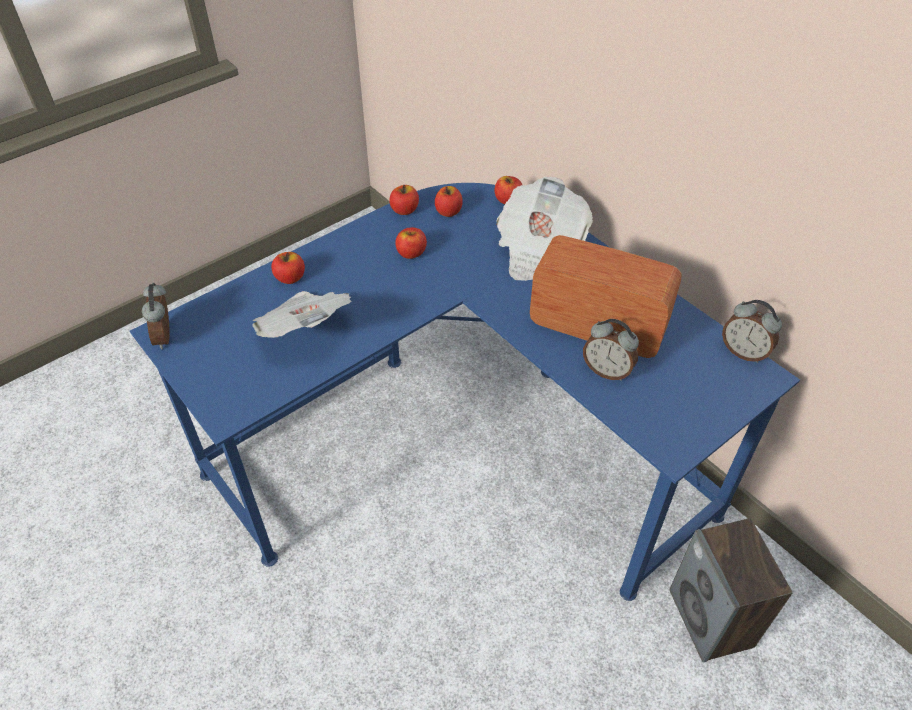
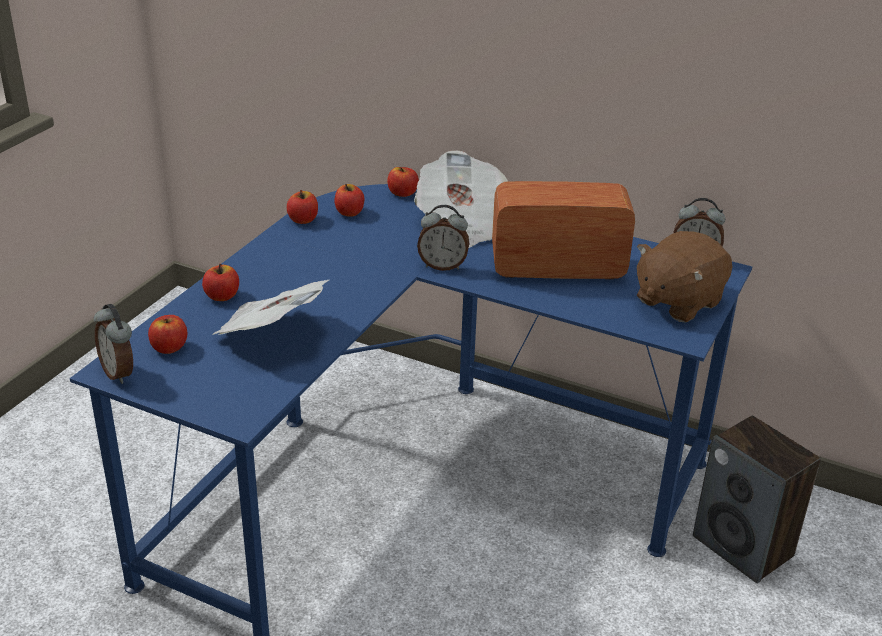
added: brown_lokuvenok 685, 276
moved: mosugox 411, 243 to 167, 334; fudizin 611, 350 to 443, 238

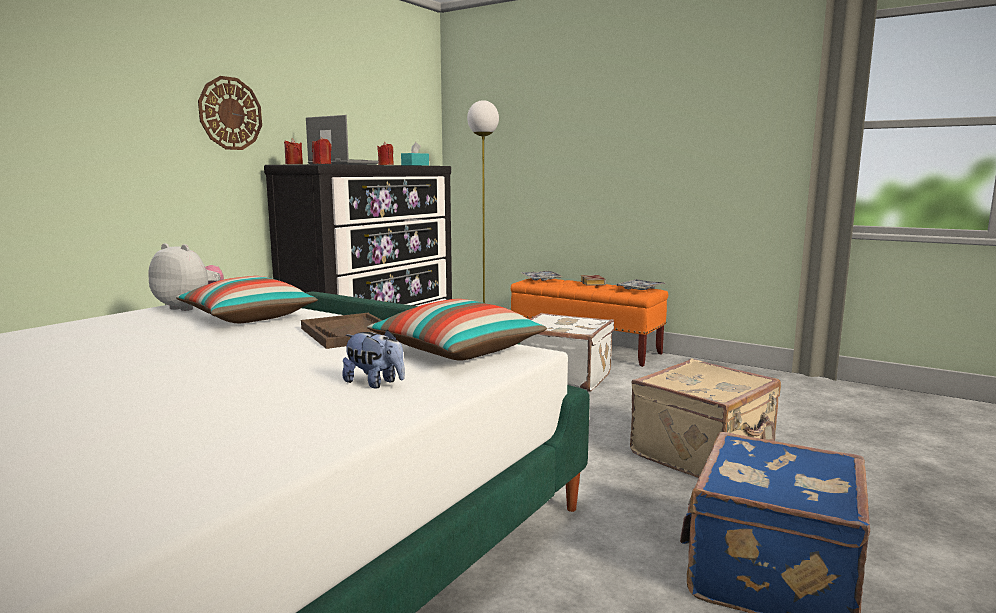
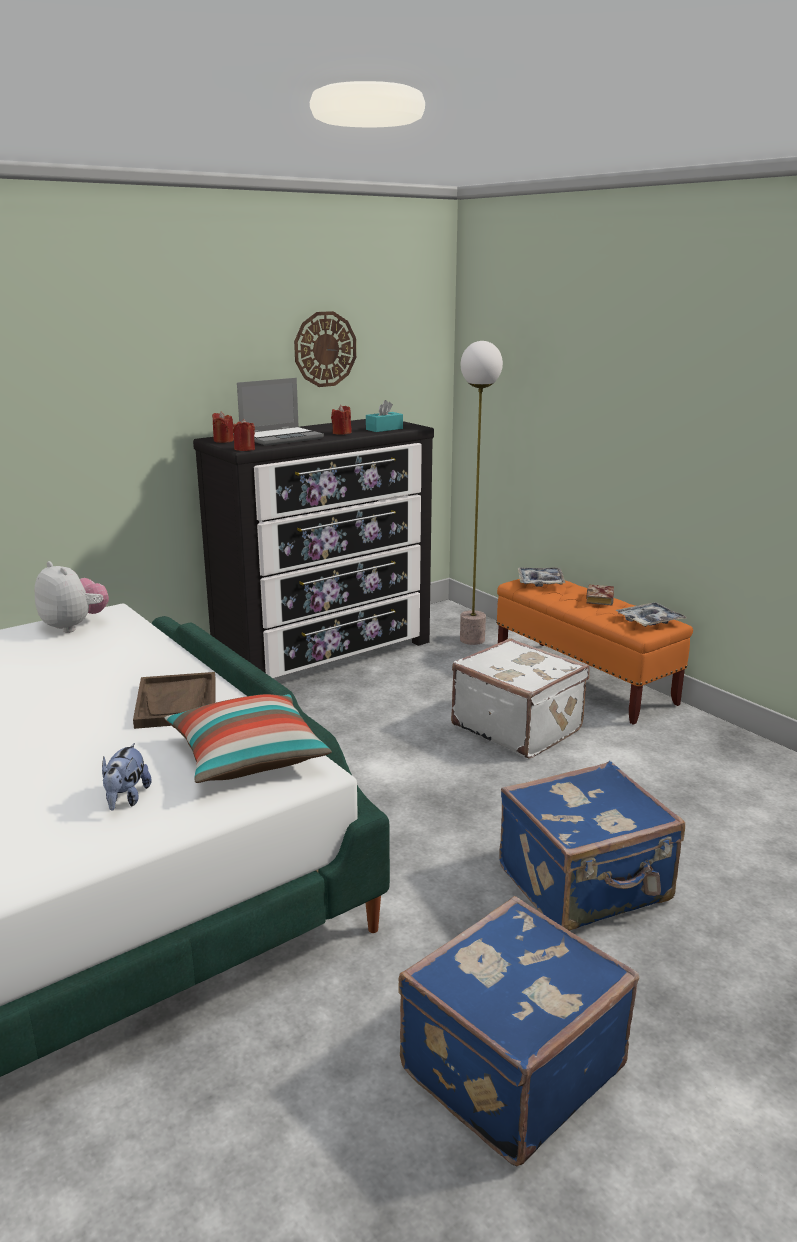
removed: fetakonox 247, 299
moved: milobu 230, 113 to 325, 349
recoloured: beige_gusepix 705, 418 to blue_gusepix 592, 846
turned: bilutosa 342, 140 = 280, 412 90 degrees clockwise; lokuvenok 374, 359 = 127, 777 45 degrees clockwise

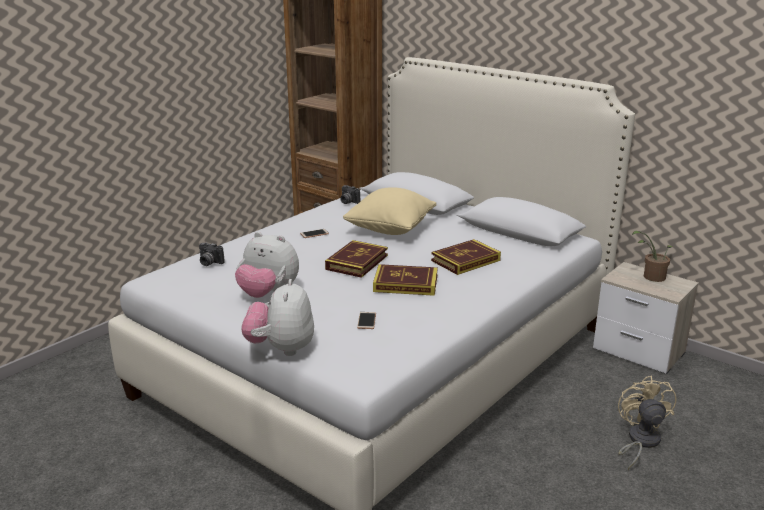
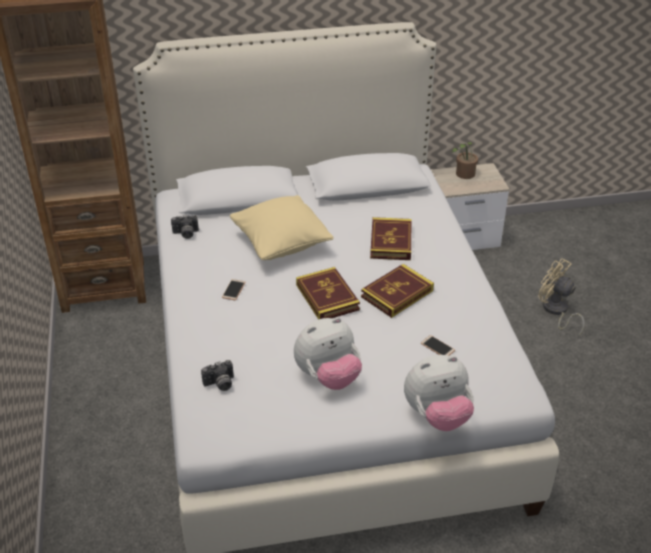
turned: lokuvenok 277, 317 = 439, 393 60 degrees counterclockwise

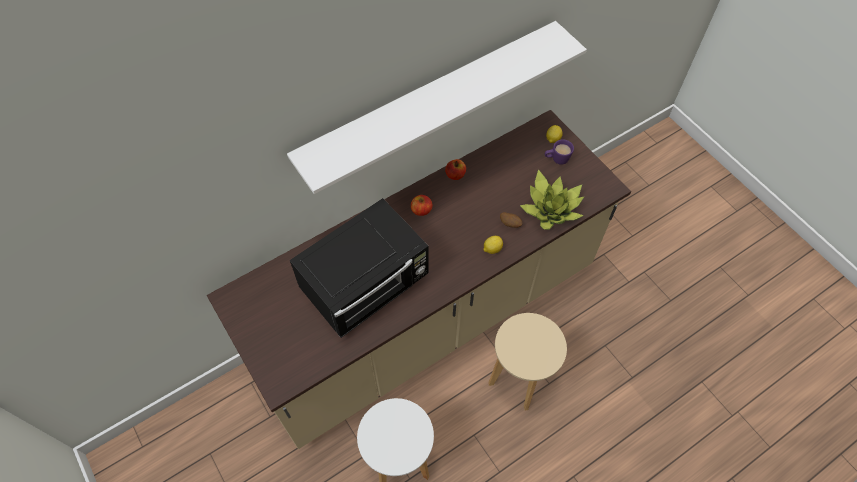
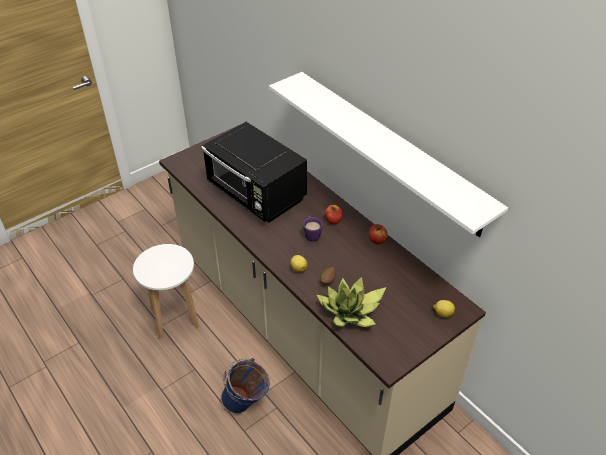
moved: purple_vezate 559, 152 to 313, 228
replaced: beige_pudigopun 527, 361 to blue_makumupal 245, 386

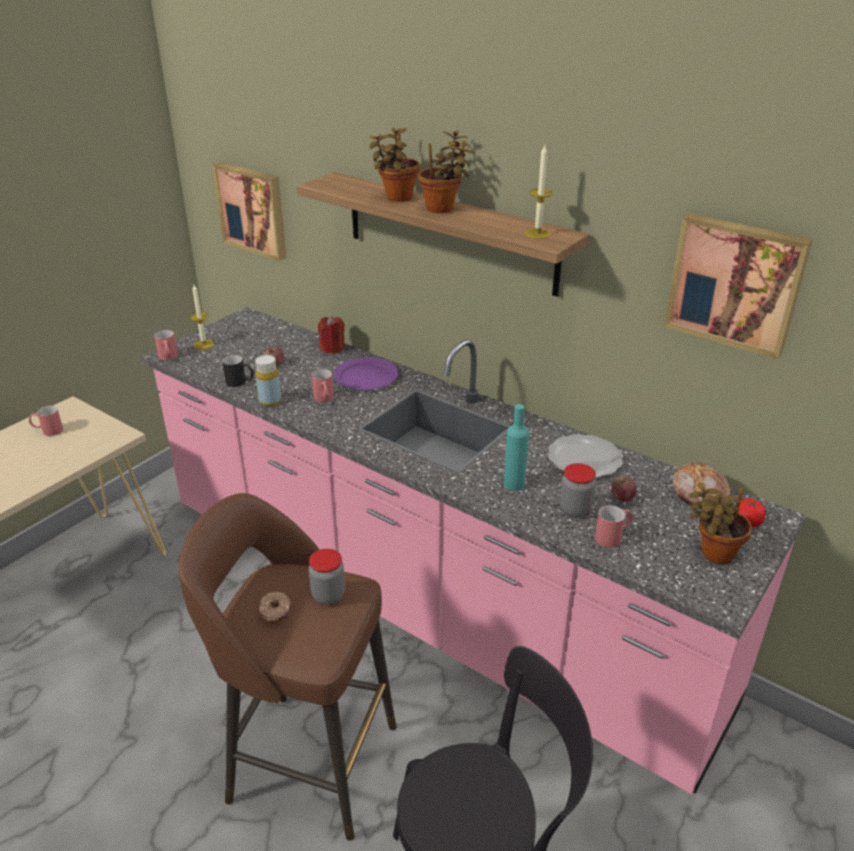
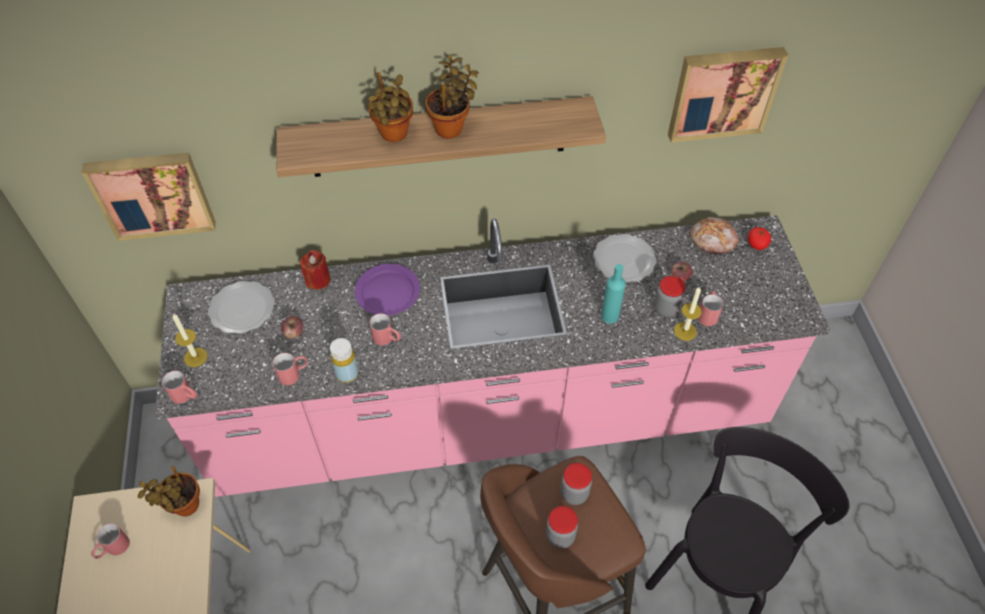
added: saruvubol 241, 307
moved: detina 538, 192 to 688, 313; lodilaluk 720, 523 to 169, 491
replaced: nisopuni 275, 608 to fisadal 562, 527
recoloured: black_vezate 238, 371 to red_vezate 290, 369

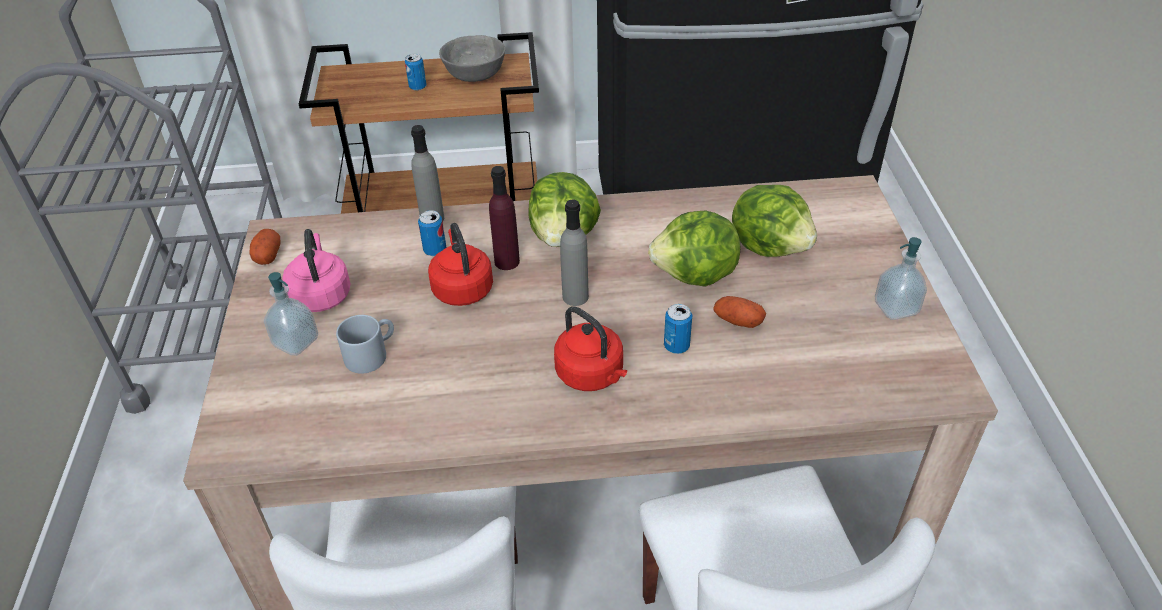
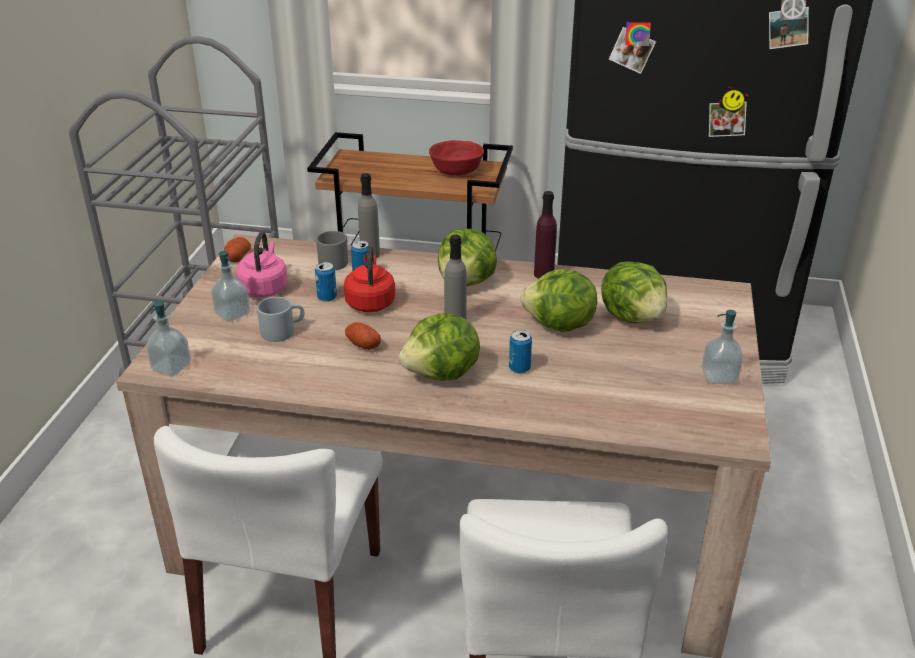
added: grey_vezate 332, 250; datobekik 168, 338
moved: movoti 416, 72 to 326, 282; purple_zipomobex 504, 218 to 545, 235; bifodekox 739, 312 to 363, 336
replaced: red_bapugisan 590, 348 to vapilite 439, 347
recoloured: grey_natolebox 472, 58 to red_natolebox 456, 158

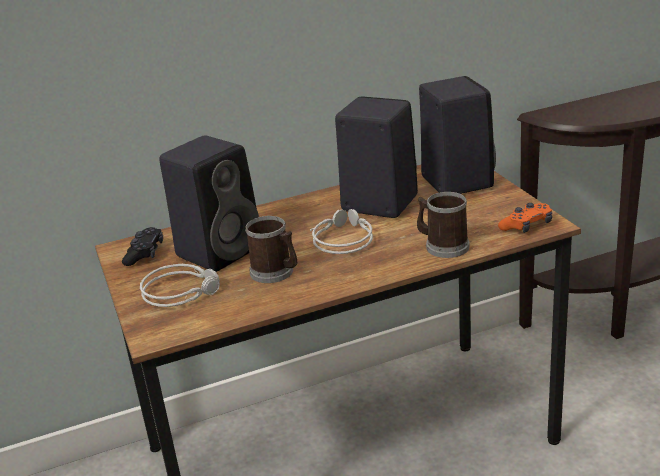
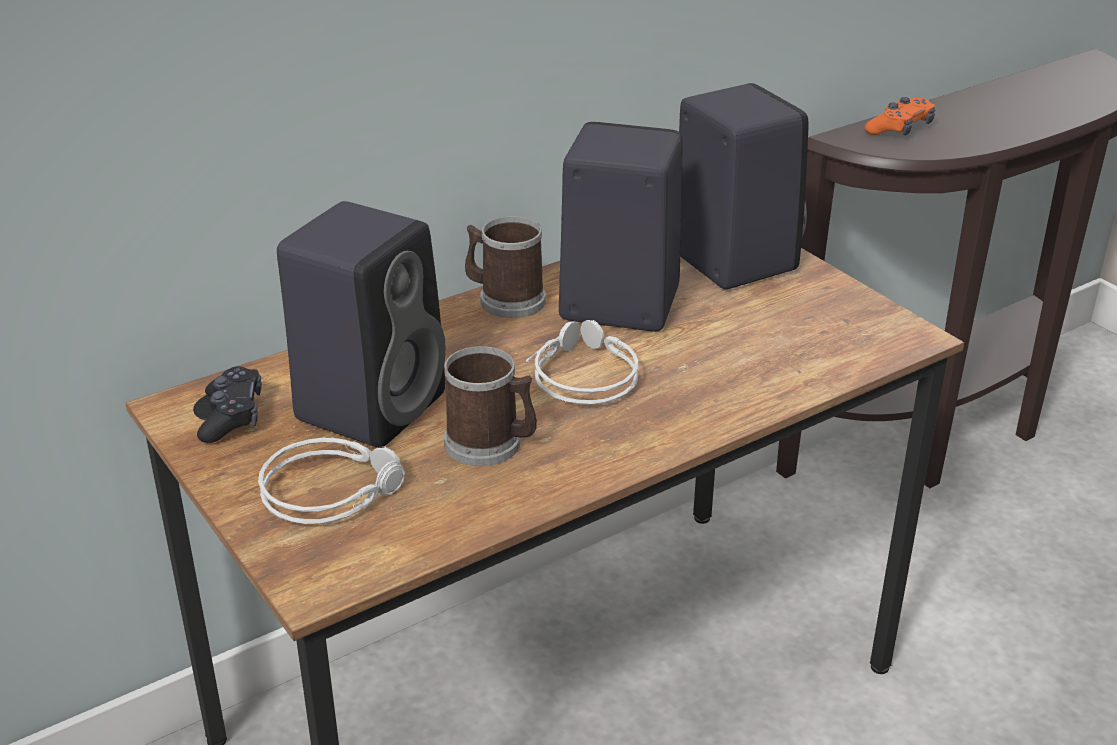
moved: vezate 443, 225 to 505, 267; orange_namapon 525, 218 to 900, 116

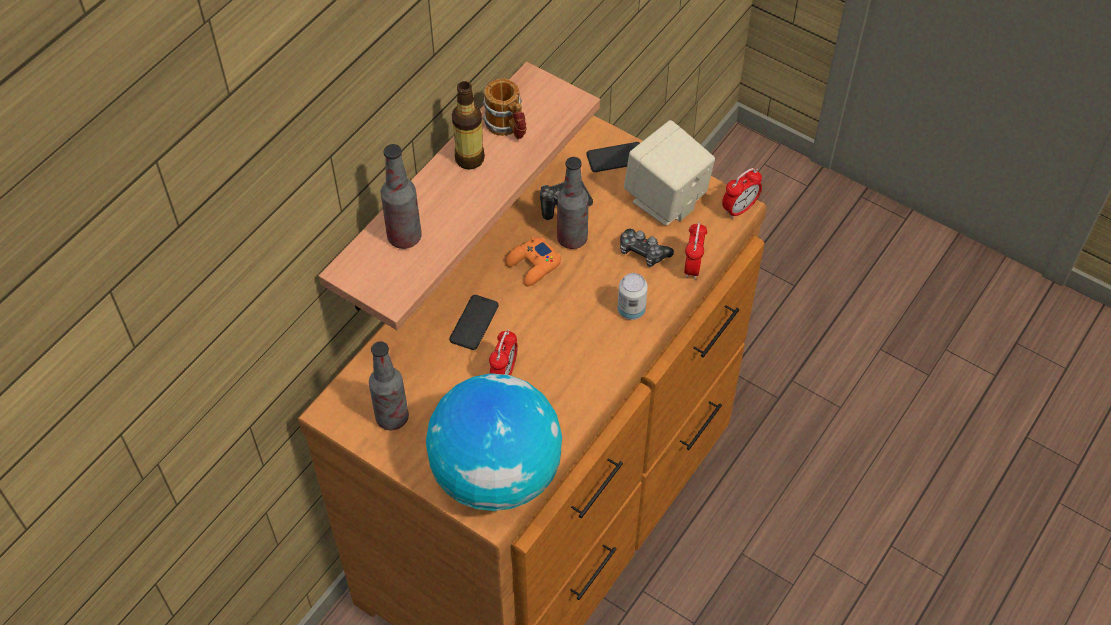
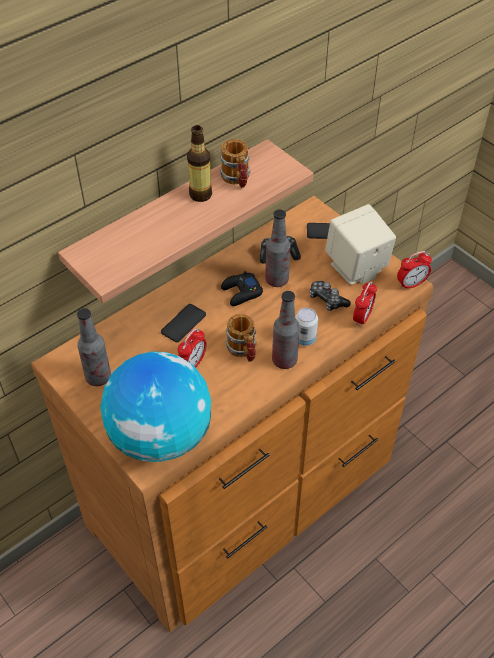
added: vezate 241, 338
moved: zipomobex 401, 196 to 286, 330
recoloured: orange_namapon 533, 261 to black_namapon 242, 288

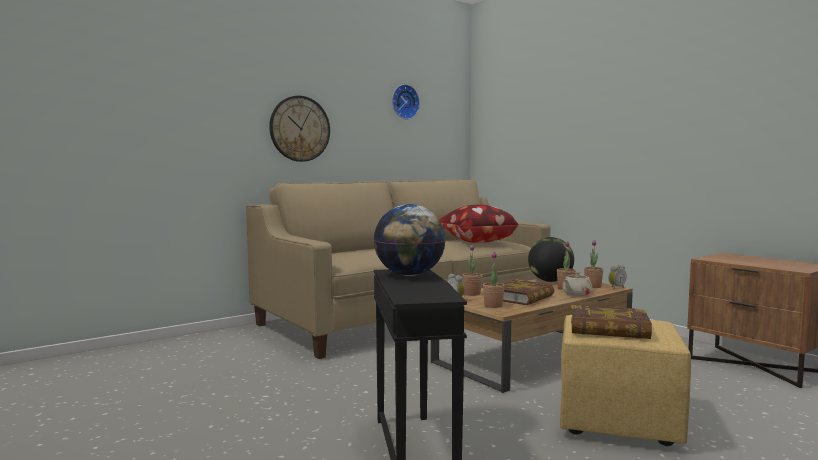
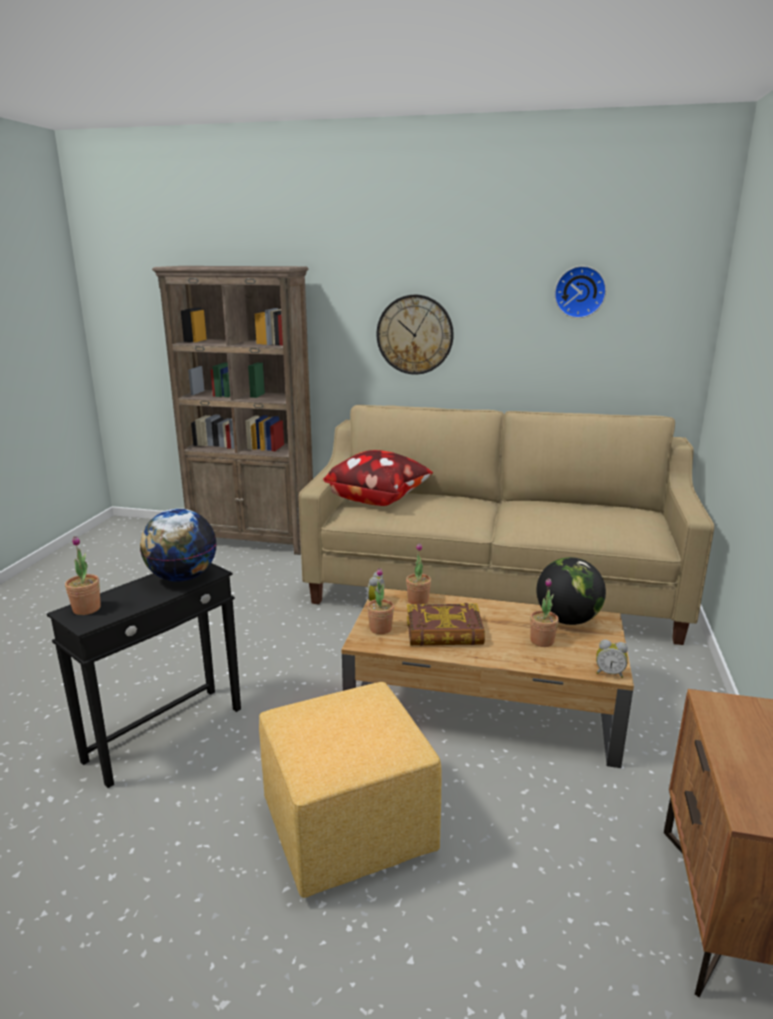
removed: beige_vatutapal 577, 284; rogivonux 611, 322
added: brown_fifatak 232, 410
moved: fetakonox 478, 224 to 378, 478; lodilaluk 594, 264 to 83, 575

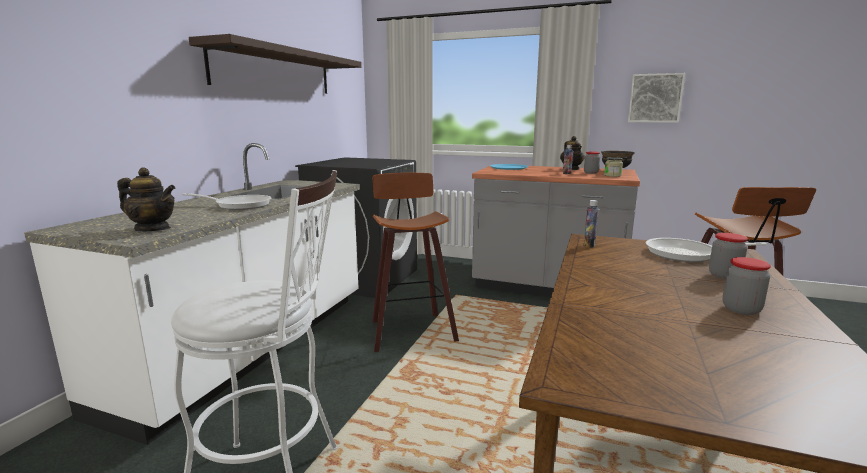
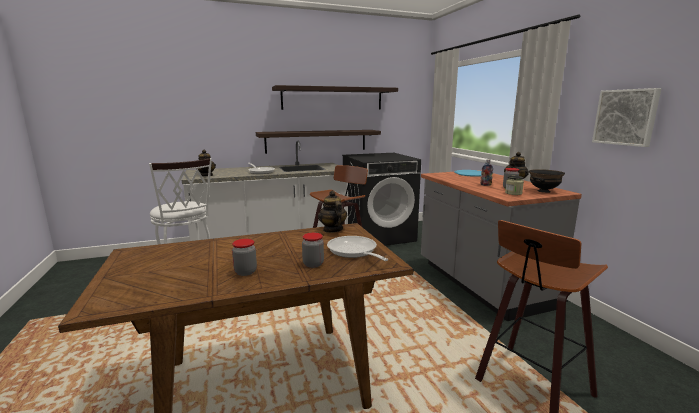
added: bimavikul 318, 142
replaced: zipomobex 591, 224 to vatutapal 332, 212

